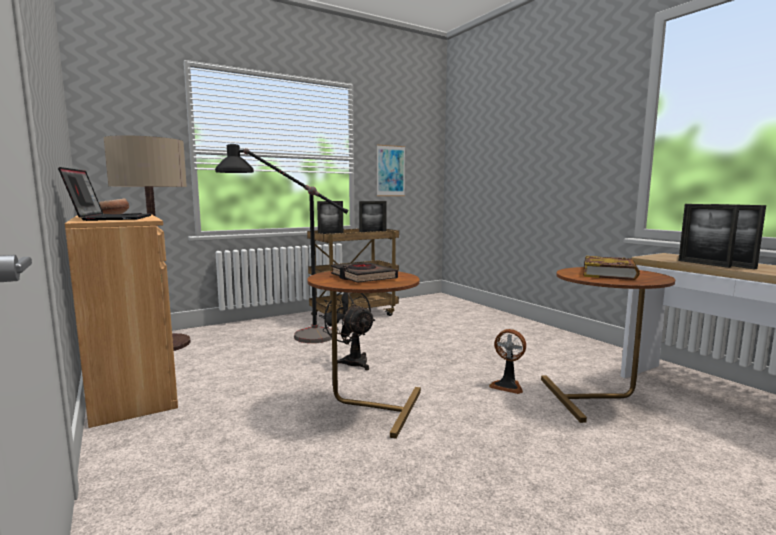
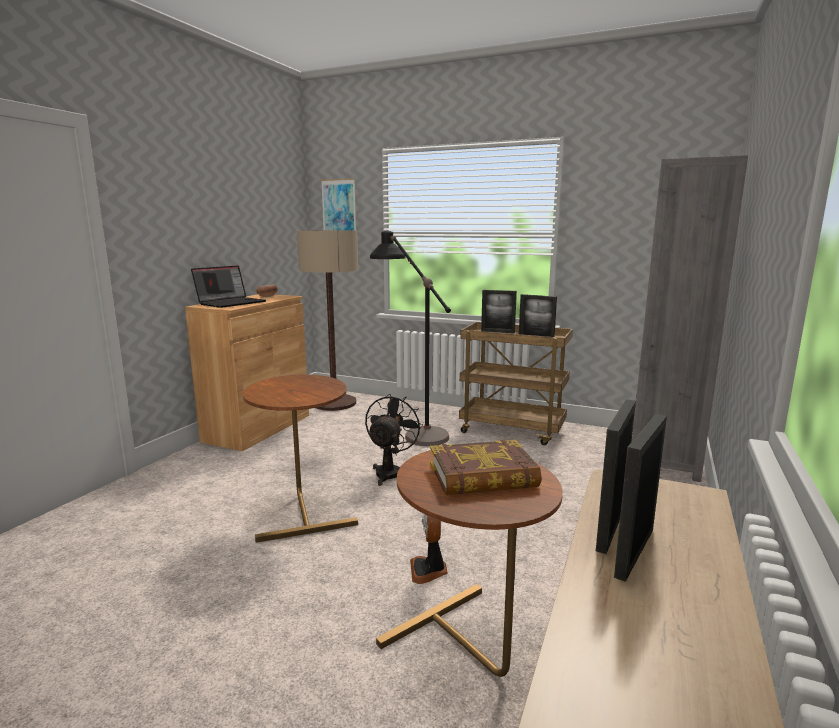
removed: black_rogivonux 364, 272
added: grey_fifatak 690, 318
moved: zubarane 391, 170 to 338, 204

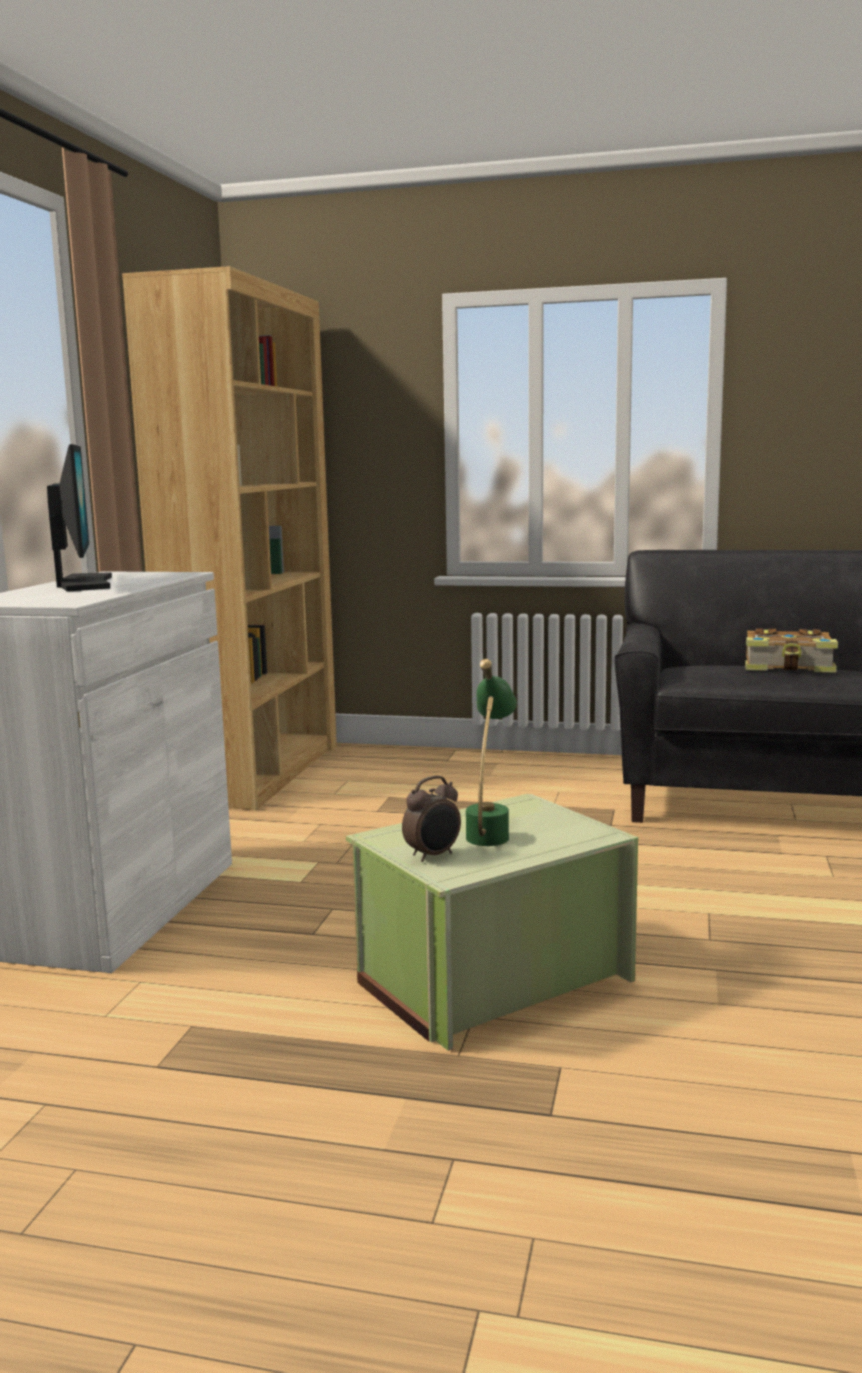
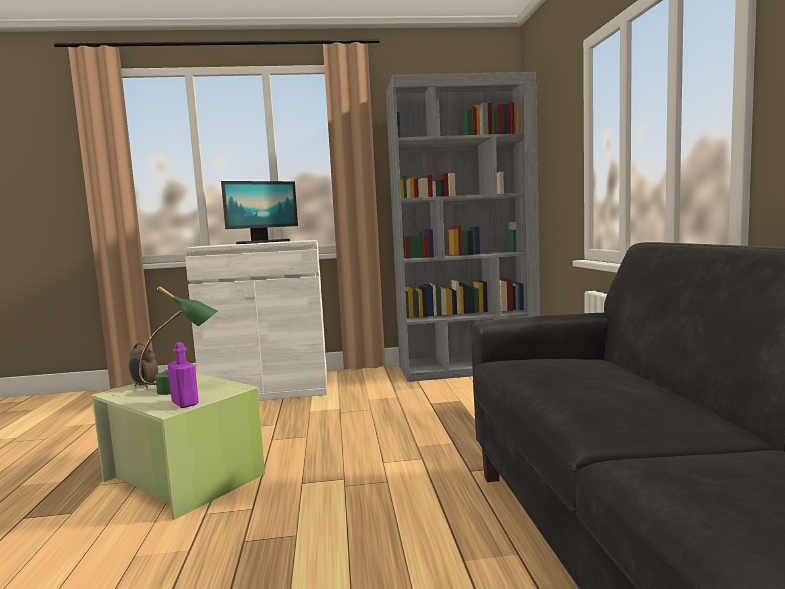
removed: rogivonux 791, 650
added: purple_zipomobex 183, 375
recoloured: brown_fifatak 229, 538 to grey_fifatak 463, 227

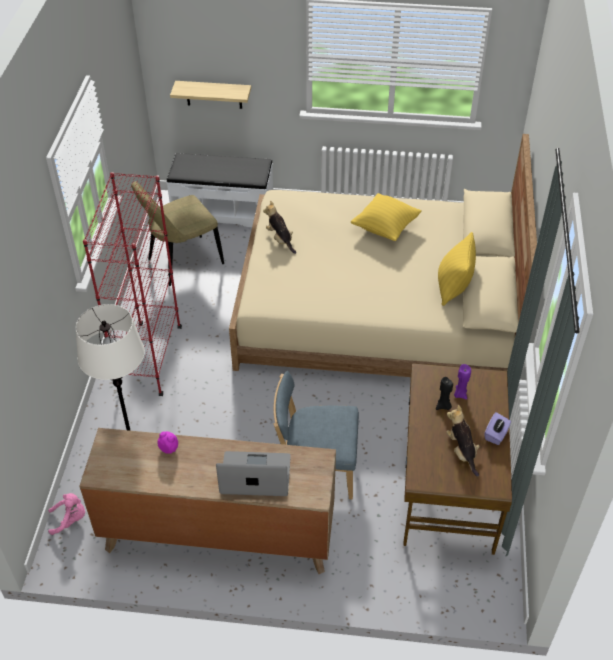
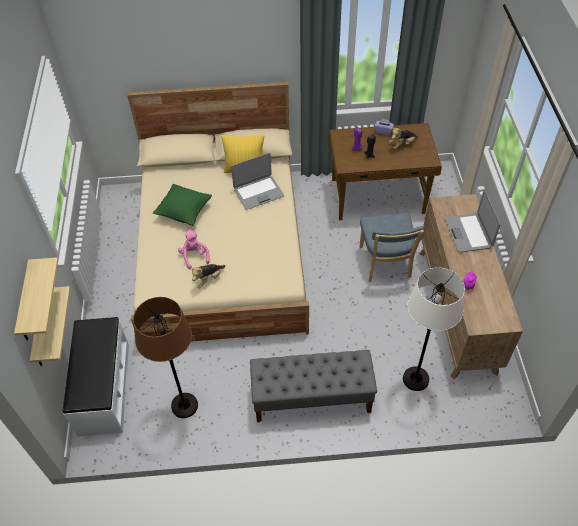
added: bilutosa 257, 181; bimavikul 36, 298
moved: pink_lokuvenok 66, 514 to 194, 249
replaced: red_fifatak 132, 284 to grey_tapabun 313, 386; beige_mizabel 177, 233 to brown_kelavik 165, 357
recoloured: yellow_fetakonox 385, 217 to green_fetakonox 182, 205

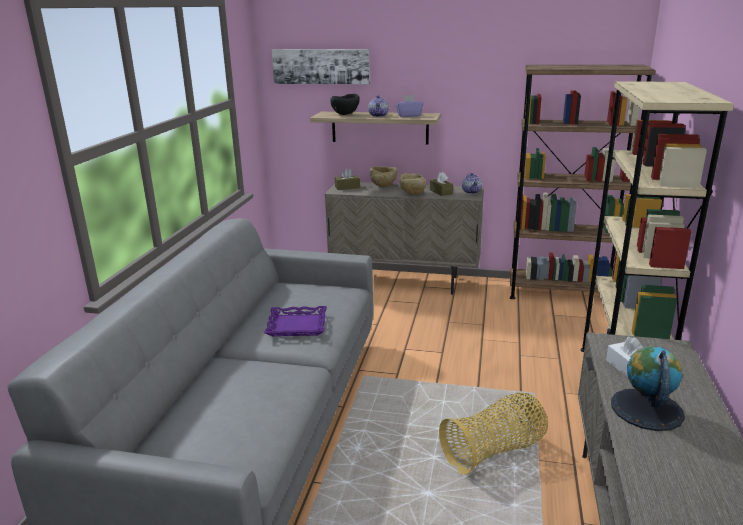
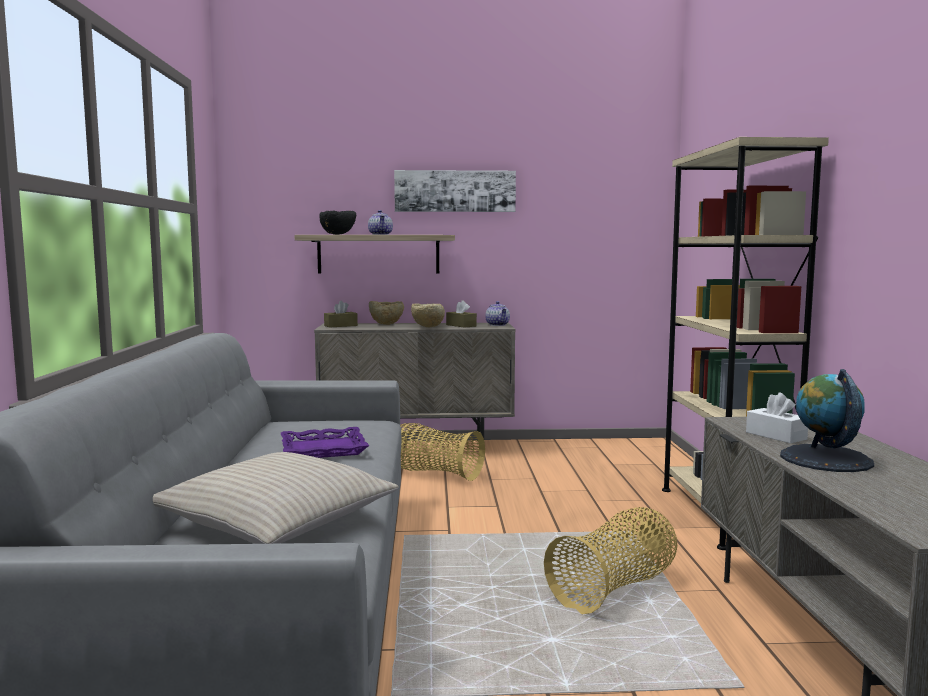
removed: brown_fifatak 582, 182; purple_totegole 410, 106
added: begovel 442, 452; beige_fetakonox 276, 498
moved: zubarane 321, 66 to 455, 191

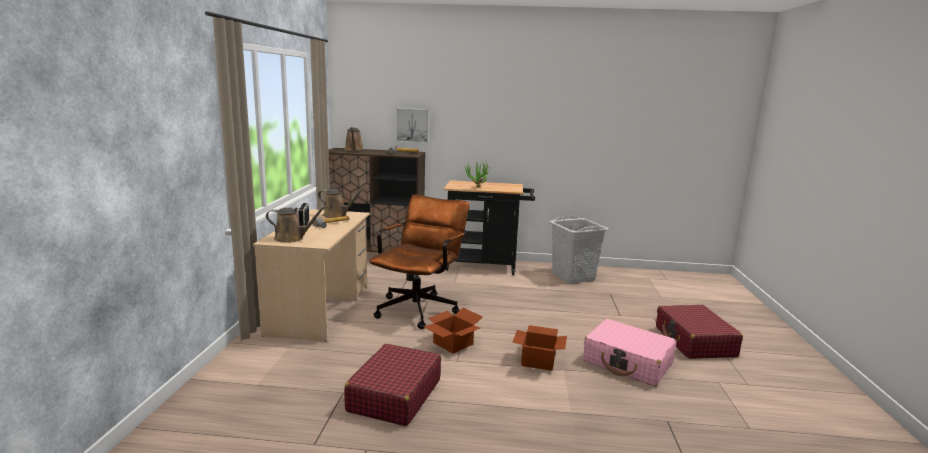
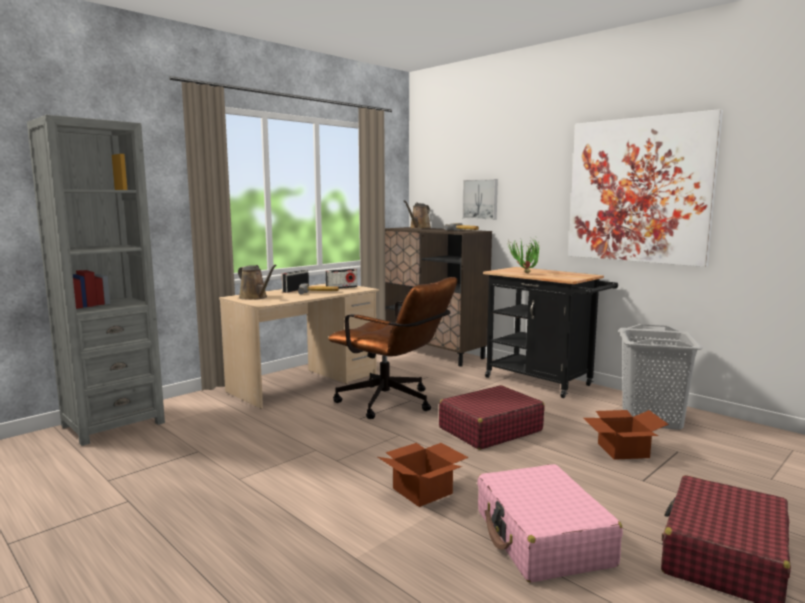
added: zubarane 645, 188; grey_fifatak 96, 280
moved: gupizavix 453, 331 to 626, 435; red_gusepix 392, 385 to 492, 417
replaced: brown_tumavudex 340, 203 to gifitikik 341, 279
turned: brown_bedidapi 420, 261 = 392, 348 60 degrees clockwise

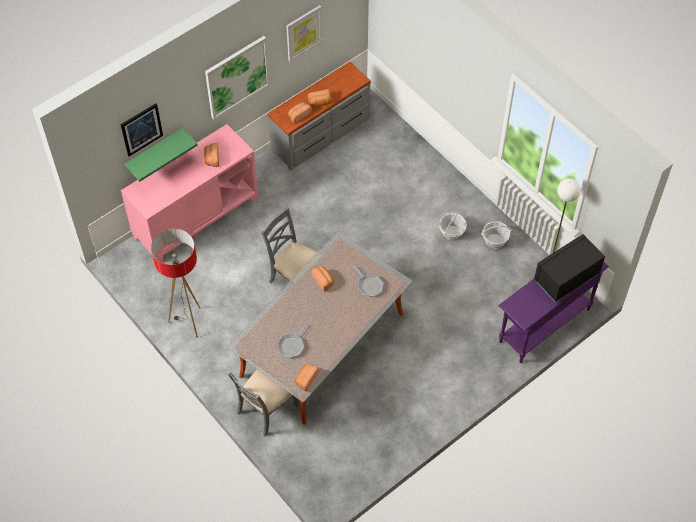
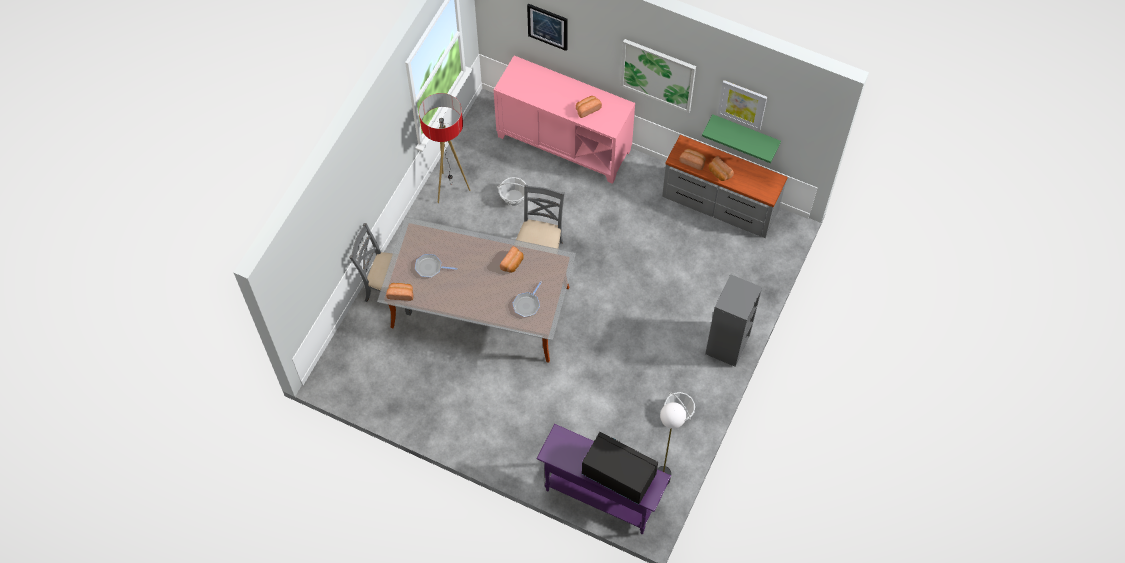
added: grey_fifatak 733, 320
moved: green_bimavikul 161, 155 to 741, 138; begovel 453, 226 to 511, 191

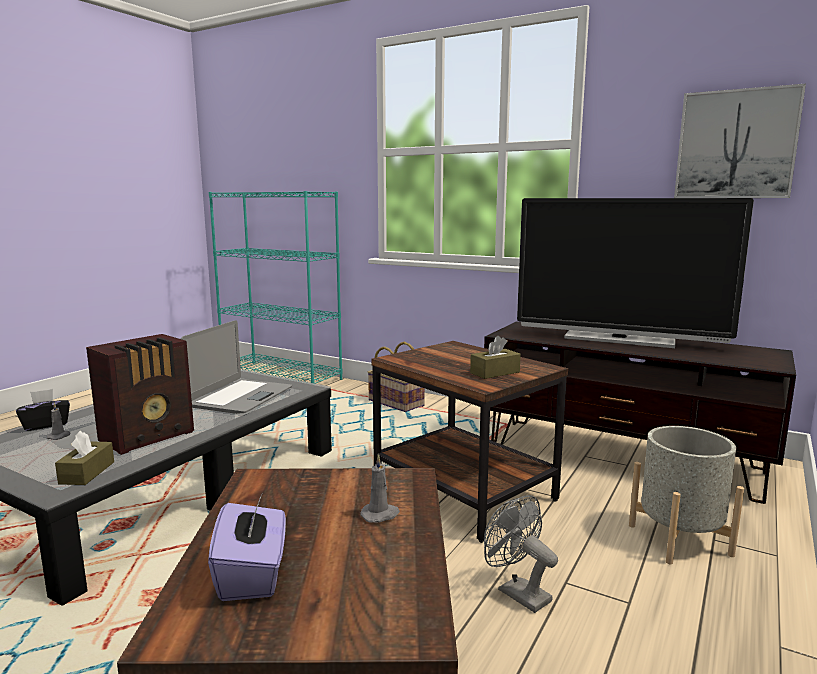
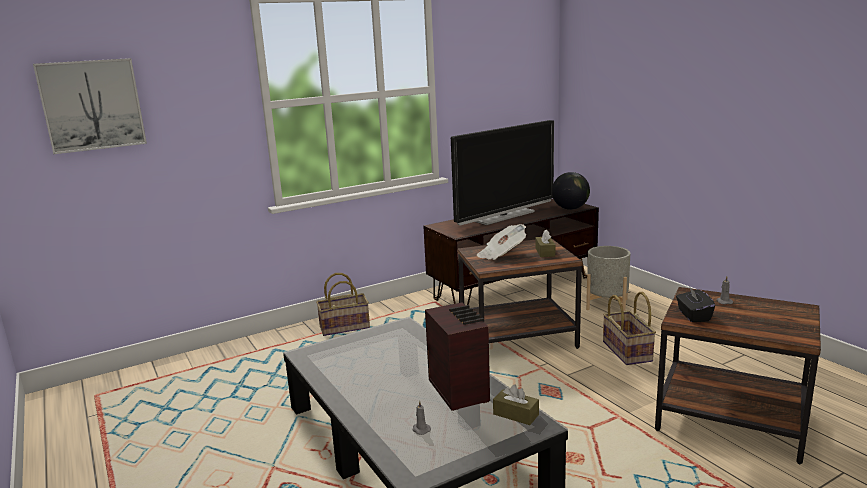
removed: turquoise_fifatak 276, 287; bilutosa 236, 367; purple_totegole 247, 546
added: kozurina 571, 191; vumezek 501, 242
moved: zubarane 740, 141 to 90, 106; black_totegole 43, 410 to 695, 304
replaced: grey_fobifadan 521, 554 to begovel 629, 328

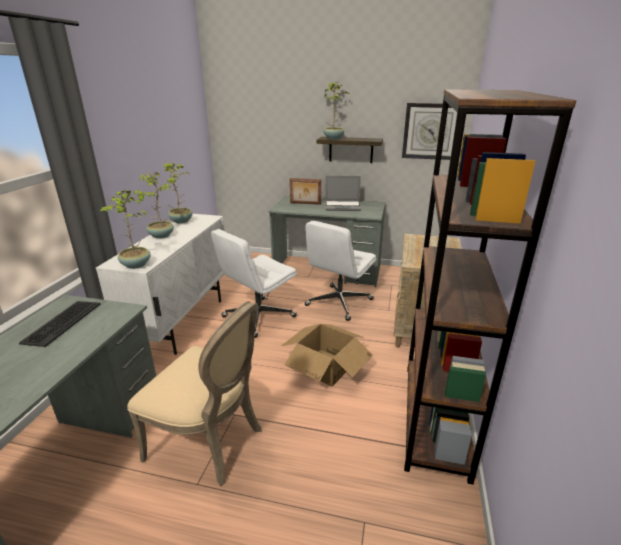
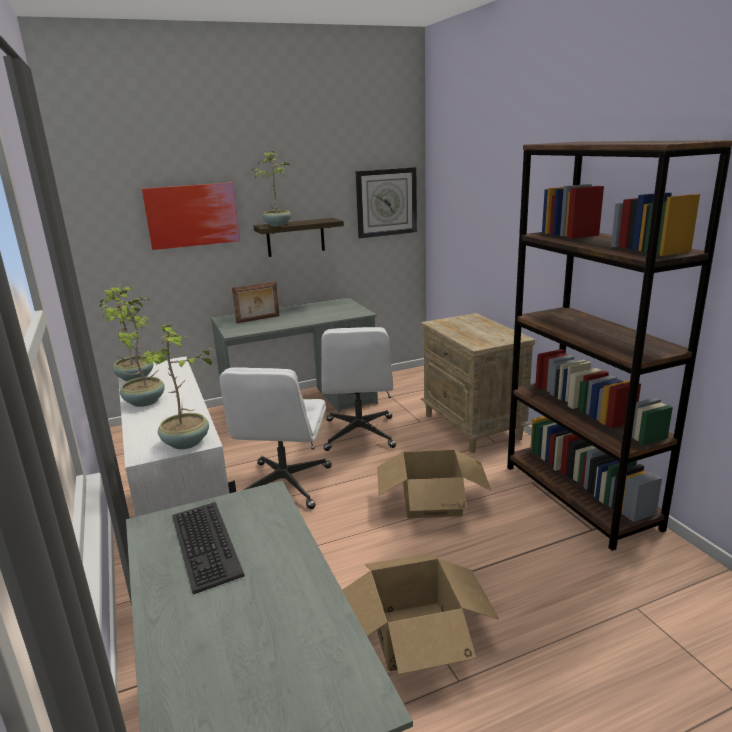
removed: bilutosa 343, 193
added: zubarane 191, 216
replaced: beige_mizabel 194, 393 to gupizavix 420, 613

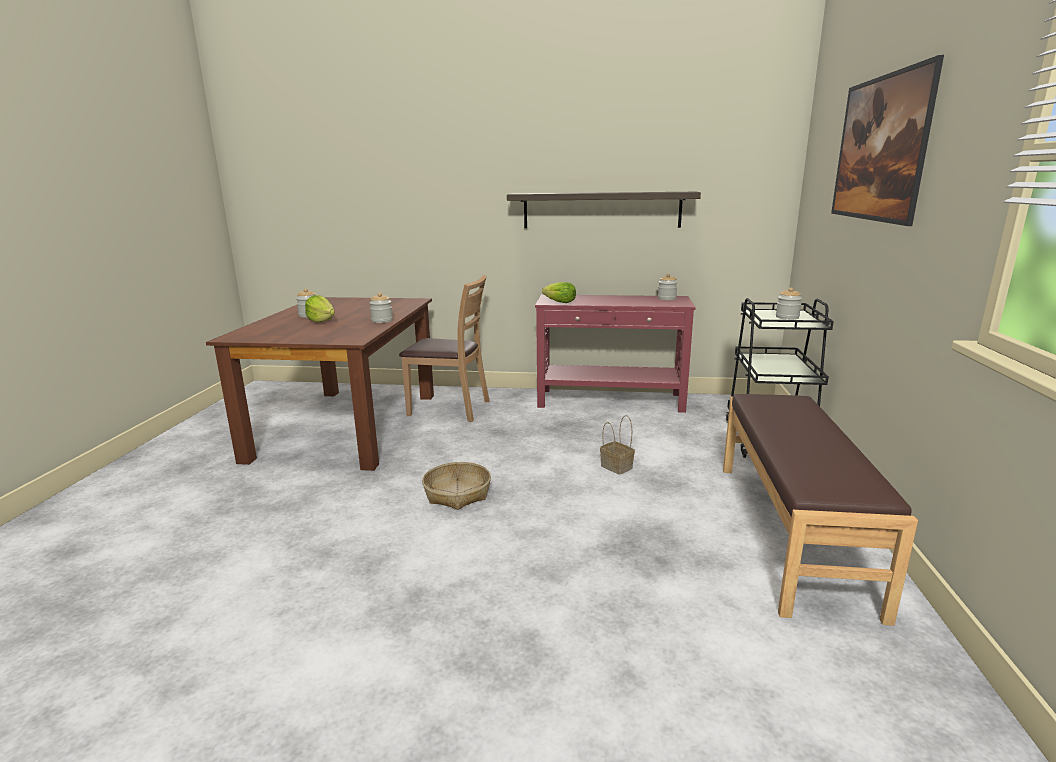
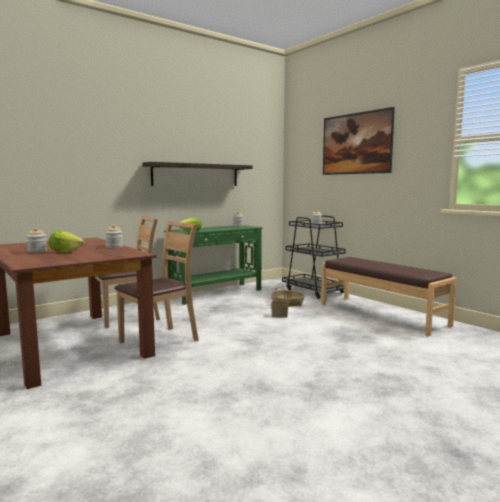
added: brown_mizabel 156, 282
moved: begovel 456, 486 to 288, 298
recoloured: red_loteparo 615, 354 to green_loteparo 213, 265

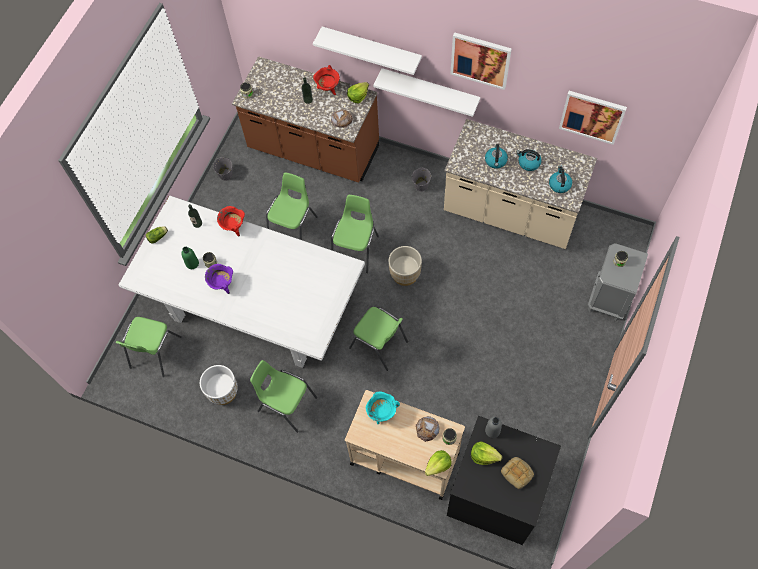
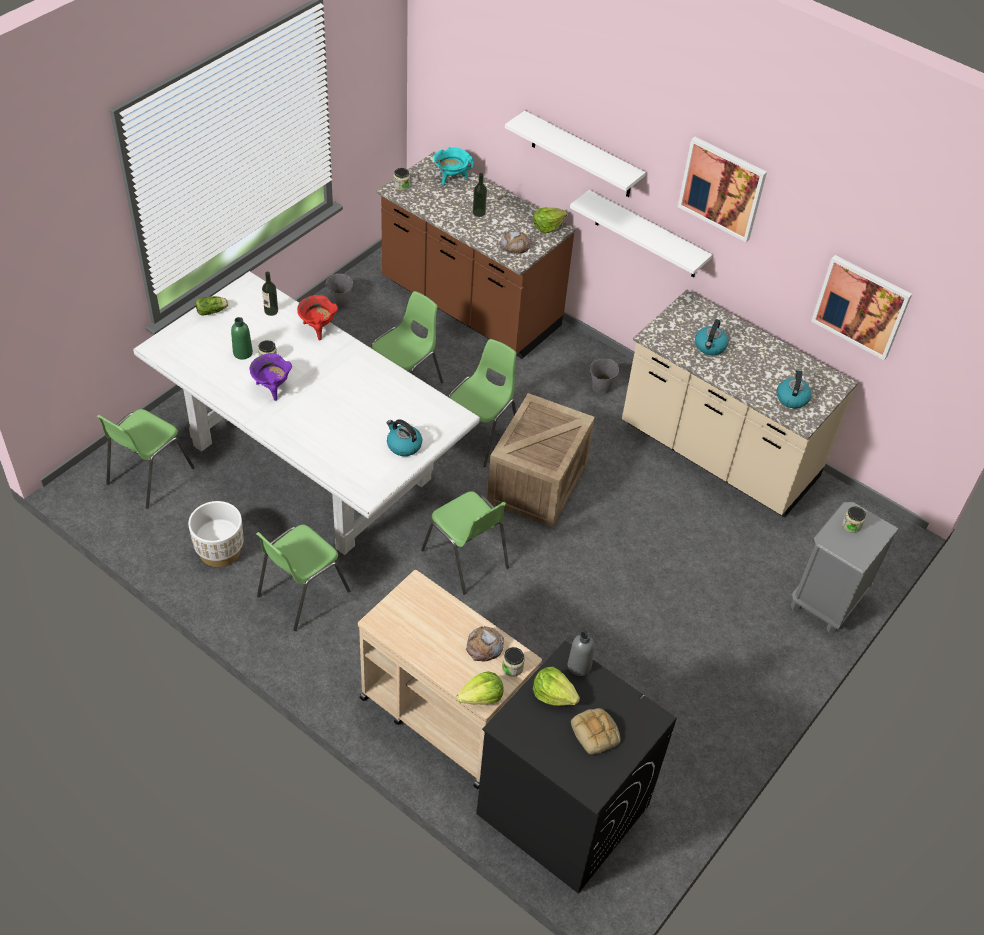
removed: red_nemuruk 326, 80
moved: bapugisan 529, 160 to 404, 438; turquoise_nemuruk 383, 407 to 454, 166
replaced: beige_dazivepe 405, 266 to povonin 541, 460
turned: green_mizabel 283, 396 = 303, 578 90 degrees counterclockwise

